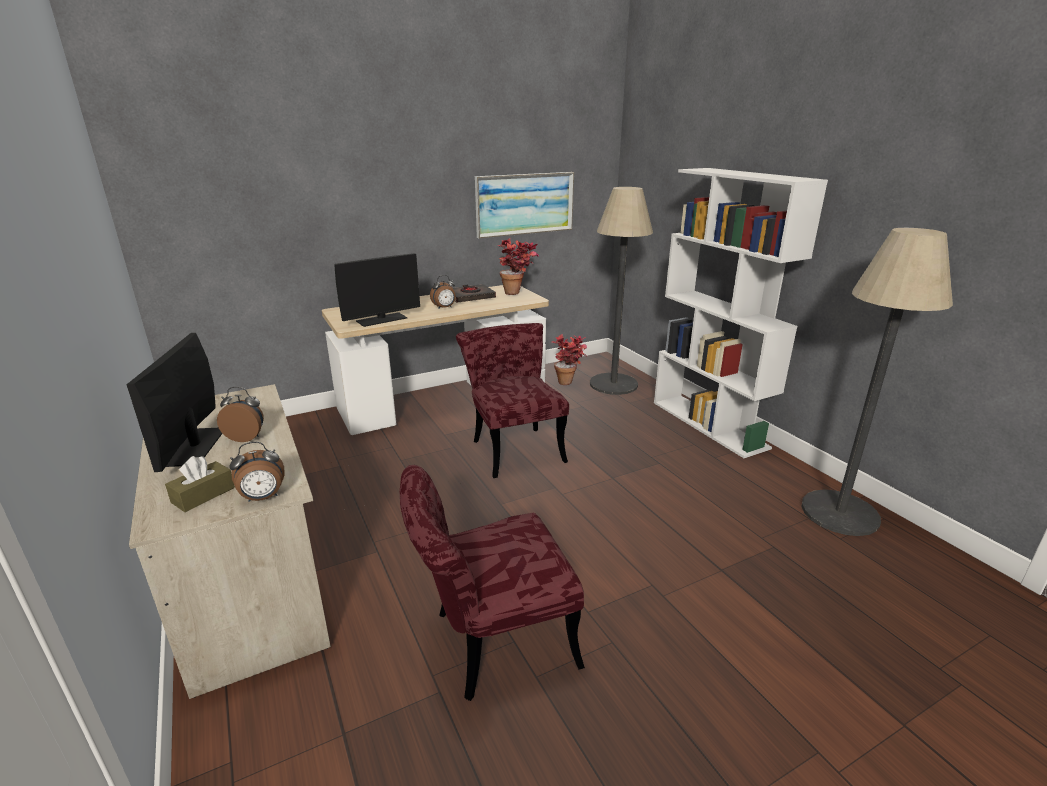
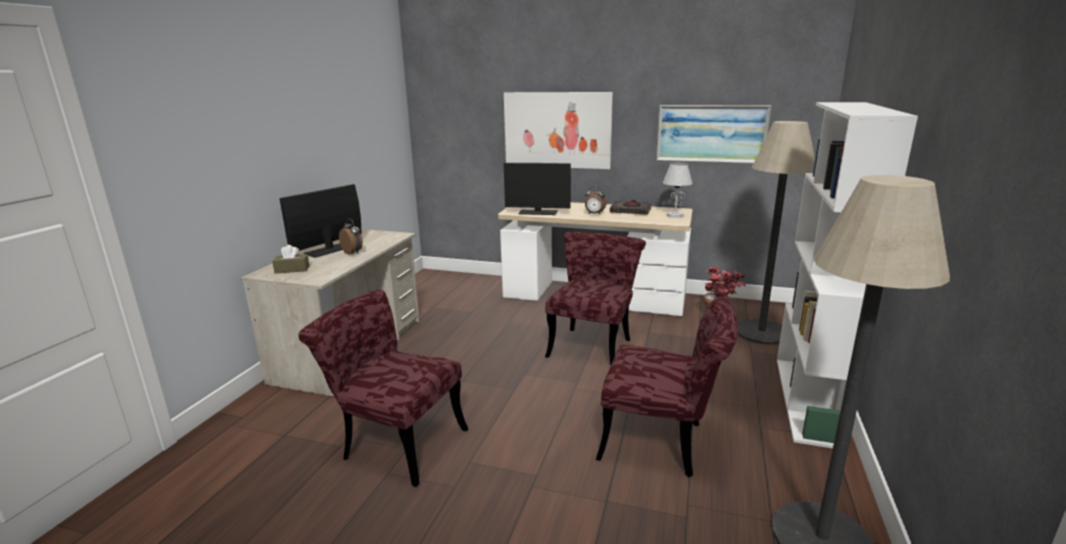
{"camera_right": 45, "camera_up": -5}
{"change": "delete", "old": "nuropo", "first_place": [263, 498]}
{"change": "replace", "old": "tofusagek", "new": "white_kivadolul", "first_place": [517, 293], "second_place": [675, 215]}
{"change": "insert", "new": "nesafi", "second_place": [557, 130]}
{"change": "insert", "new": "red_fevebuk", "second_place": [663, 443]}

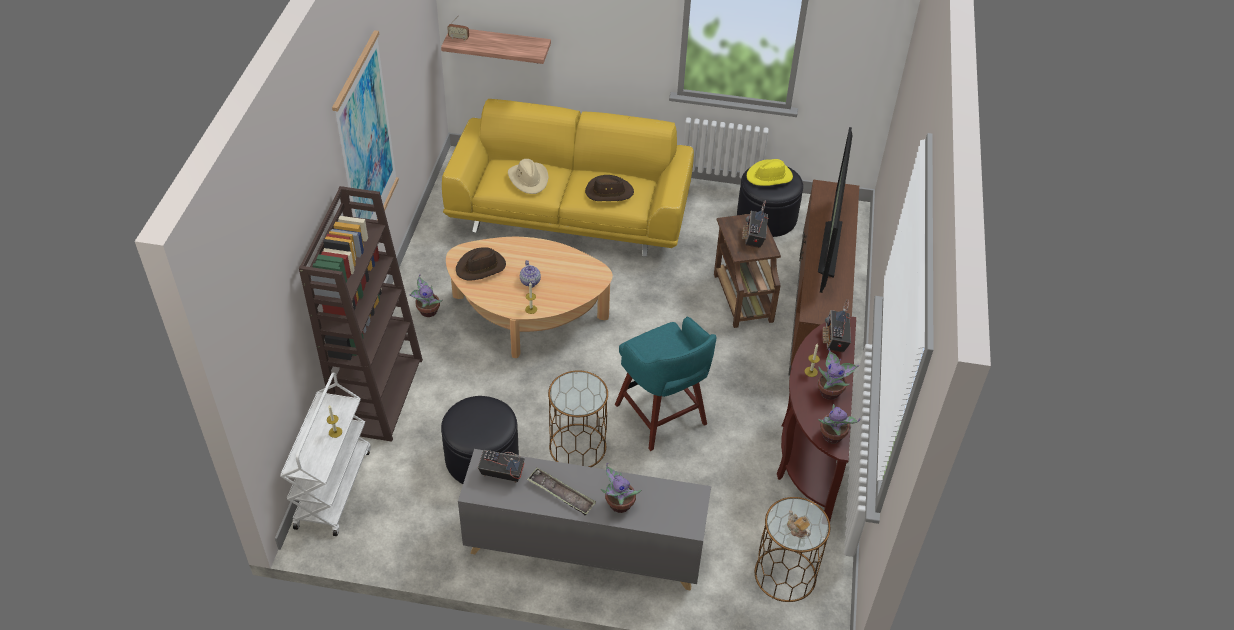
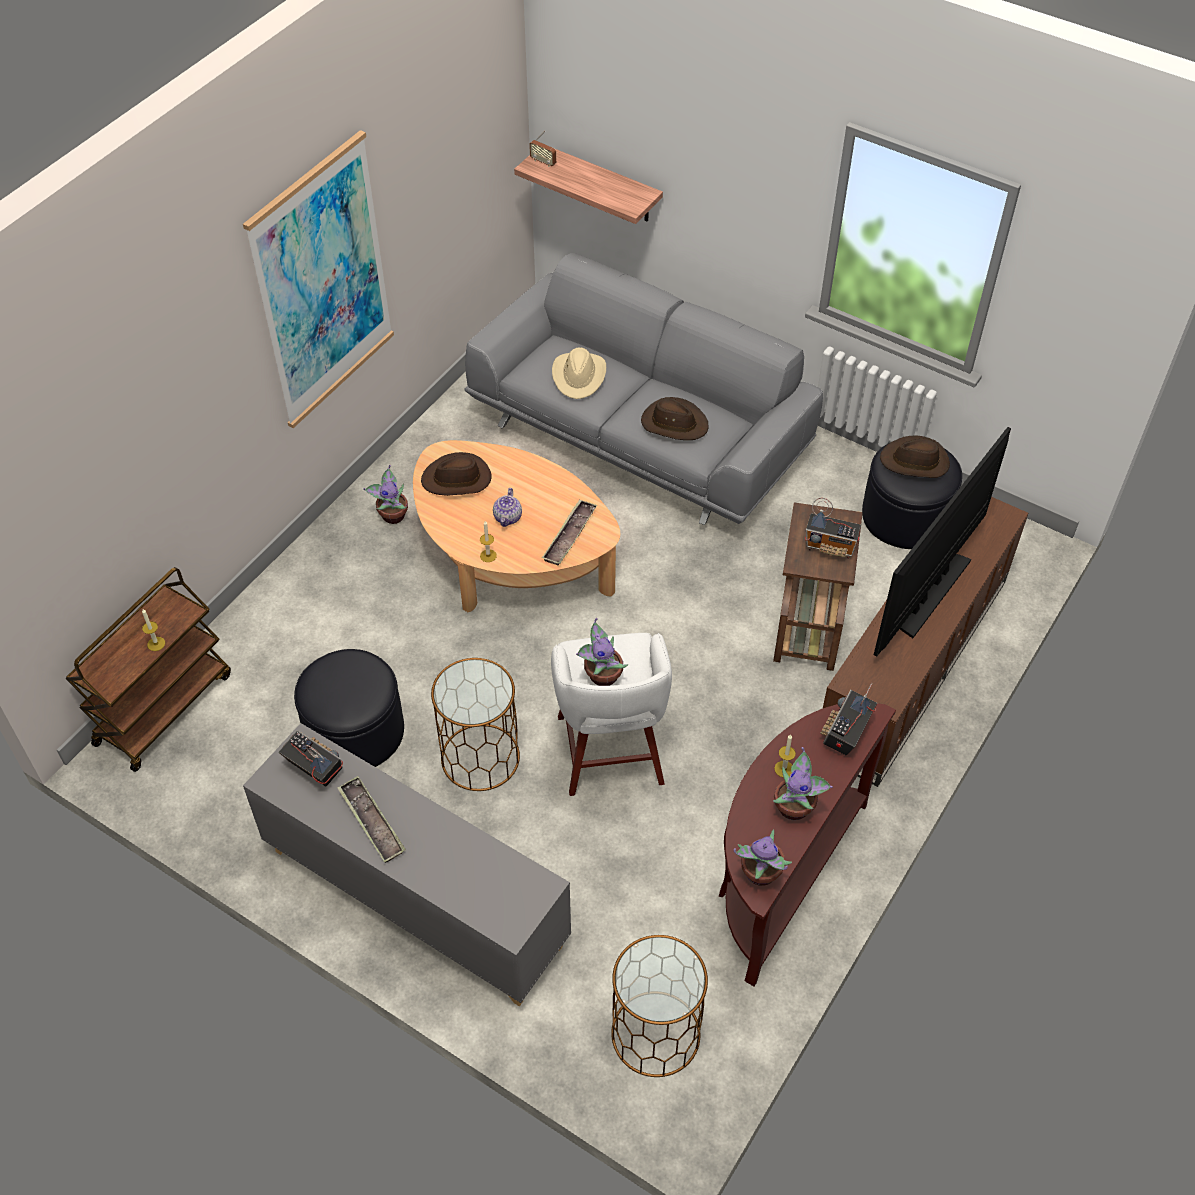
{"camera_right": 25, "camera_up": 5}
{"change": "recolor", "old": "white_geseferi", "new": "brown_geseferi", "first_place": [333, 487], "second_place": [164, 708]}
{"change": "delete", "old": "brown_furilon", "first_place": [379, 394]}
{"change": "recolor", "old": "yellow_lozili", "new": "grey_lozili", "first_place": [571, 213], "second_place": [641, 435]}
{"change": "move", "old": "tofusagek", "first_place": [618, 504], "second_place": [601, 675]}
{"change": "recolor", "old": "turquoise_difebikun", "new": "white_difebikun", "first_place": [662, 416], "second_place": [610, 753]}
{"change": "rotate", "old": "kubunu", "first_place": [754, 238], "second_place": [830, 546], "degrees": -105}
{"change": "recolor", "old": "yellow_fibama", "new": "brown_fibama", "first_place": [769, 176], "second_place": [915, 462]}
{"change": "delete", "old": "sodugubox", "first_place": [797, 529]}
{"change": "insert", "new": "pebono", "second_place": [569, 536]}

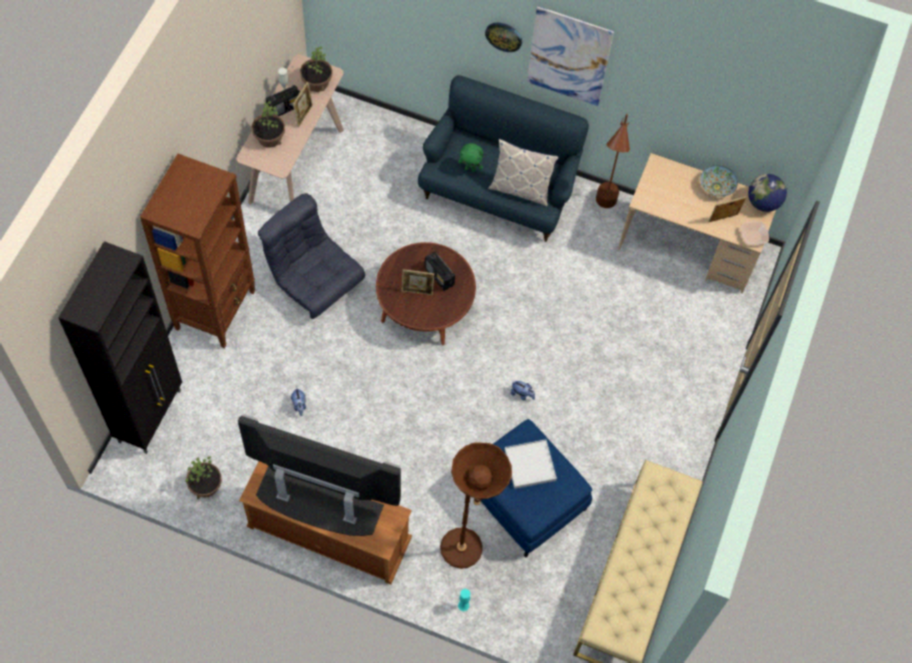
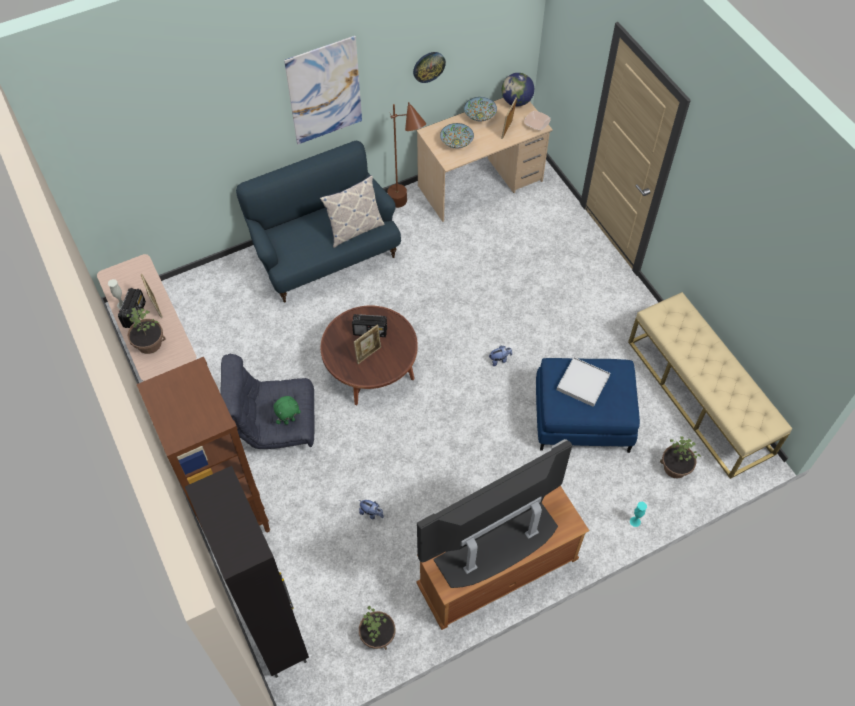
{"camera_right": -45, "camera_up": -5}
{"change": "move", "old": "tofusagek", "first_place": [316, 82], "second_place": [675, 468]}
{"change": "delete", "old": "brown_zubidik", "first_place": [467, 556]}
{"change": "move", "old": "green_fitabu", "first_place": [470, 169], "second_place": [289, 420]}
{"change": "move", "old": "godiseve", "first_place": [504, 36], "second_place": [428, 66]}
{"change": "insert", "new": "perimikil", "second_place": [456, 142]}

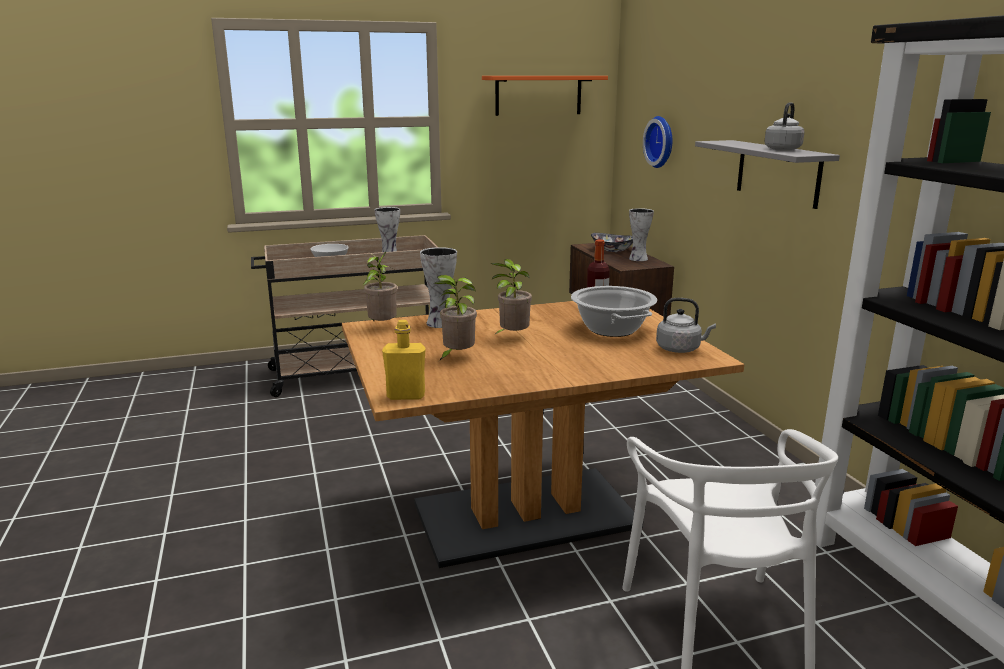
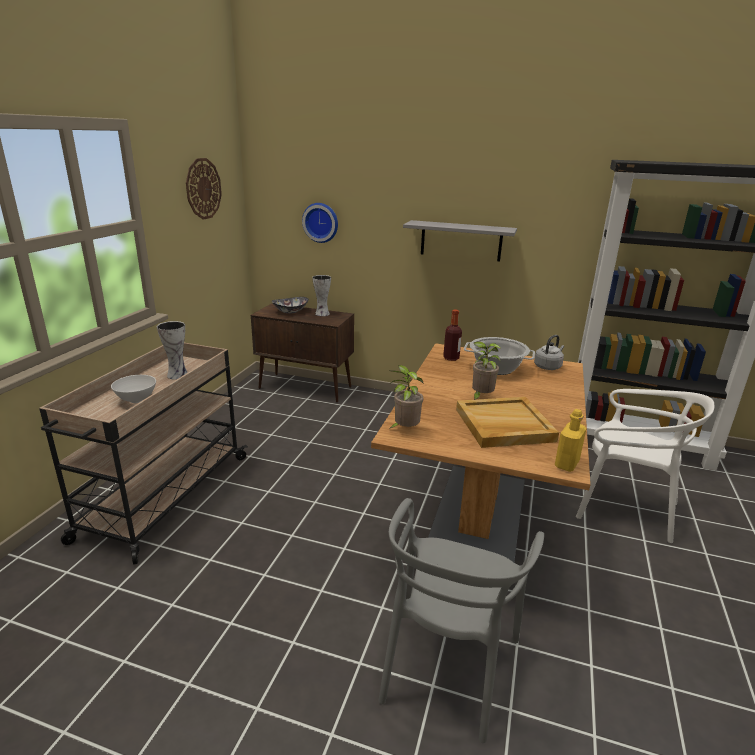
{"camera_right": -55, "camera_up": 5}
{"change": "delete", "old": "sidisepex", "first_place": [439, 323]}
{"change": "replace", "old": "tofusagek", "new": "beige_pebono", "first_place": [456, 357], "second_place": [503, 425]}
{"change": "replace", "old": "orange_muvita", "new": "godiseve", "first_place": [538, 95], "second_place": [203, 189]}
{"change": "delete", "old": "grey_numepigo", "first_place": [783, 149]}
{"change": "insert", "new": "grey_fevebuk", "second_place": [447, 664]}

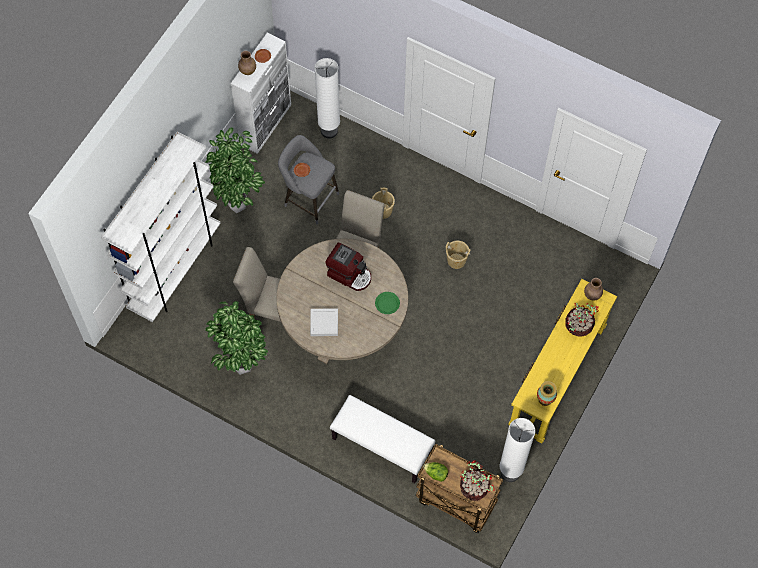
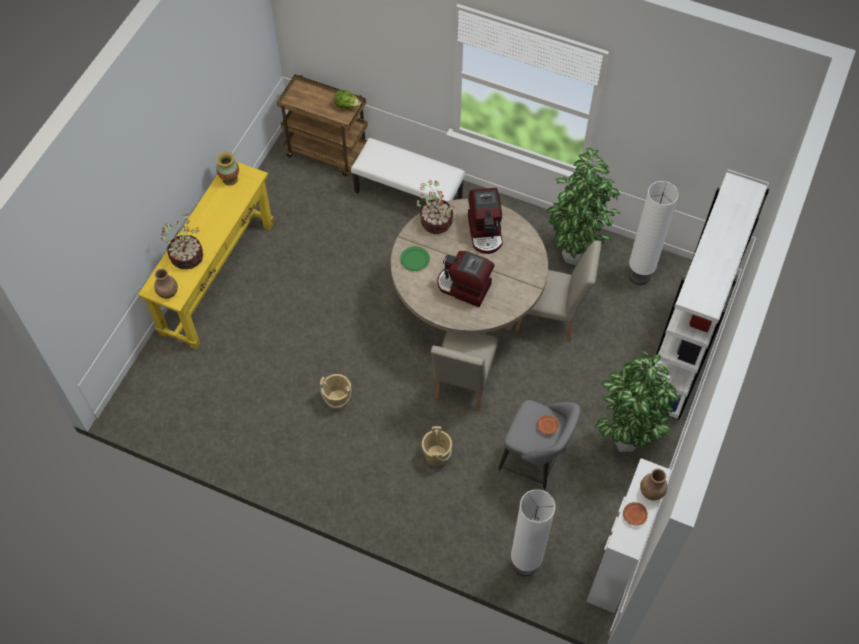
{"camera_right": 175, "camera_up": -5}
{"change": "replace", "old": "grey_pebono", "new": "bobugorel", "first_place": [324, 323], "second_place": [485, 232]}
{"change": "move", "old": "tofusagek", "first_place": [475, 488], "second_place": [435, 221]}
{"change": "move", "old": "white_zubidik", "first_place": [510, 473], "second_place": [639, 276]}

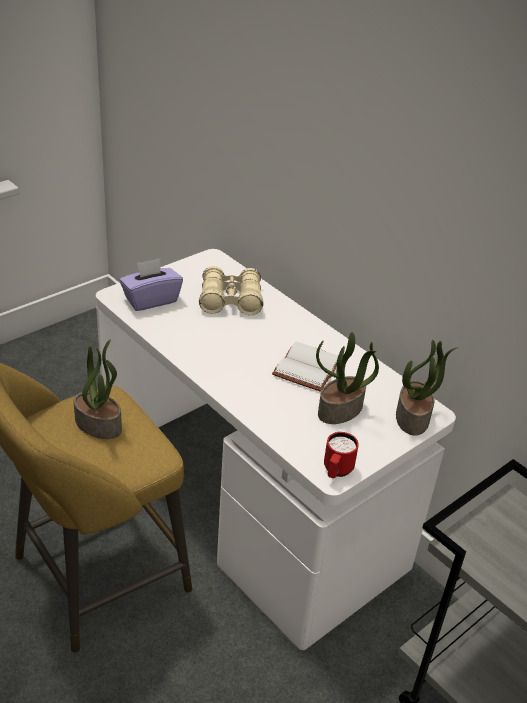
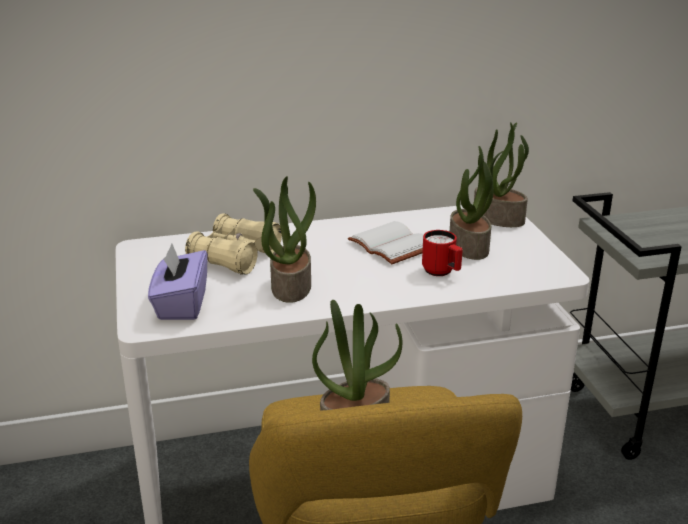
{"camera_right": -60, "camera_up": -10}
{"change": "move", "old": "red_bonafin", "first_place": [336, 472], "second_place": [442, 272]}
{"change": "insert", "new": "tofusagek", "second_place": [290, 286]}

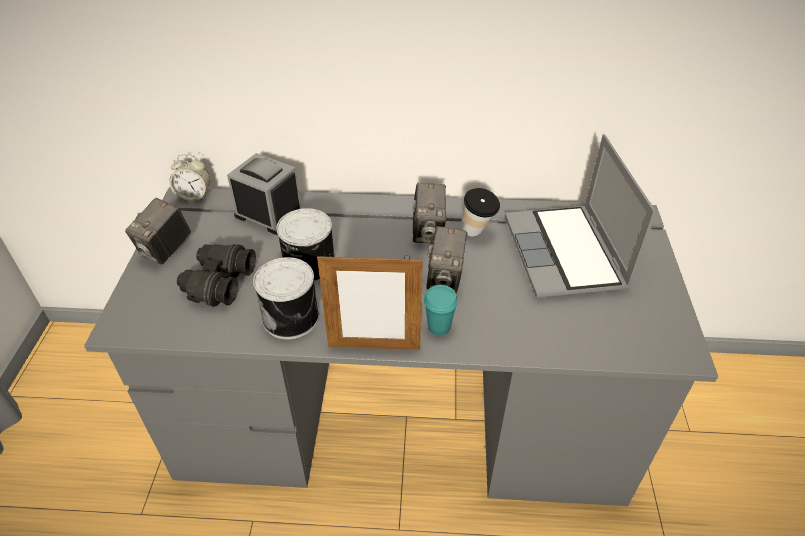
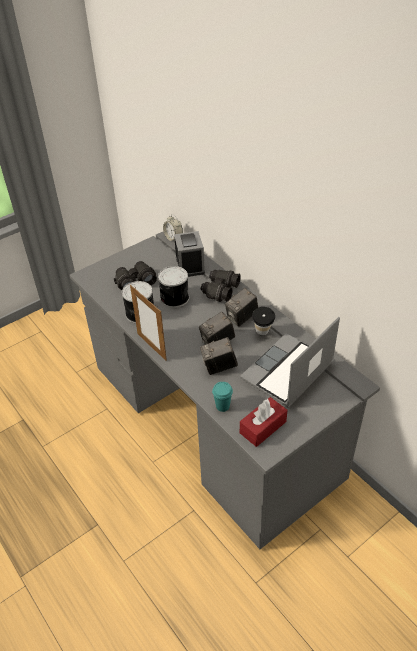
{"camera_right": 50, "camera_up": 0}
{"change": "move", "old": "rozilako", "first_place": [166, 250], "second_place": [219, 367]}
{"change": "move", "old": "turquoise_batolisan", "first_place": [439, 327], "second_place": [222, 406]}
{"change": "insert", "new": "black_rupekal", "second_place": [220, 290]}
{"change": "insert", "new": "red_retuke", "second_place": [263, 427]}

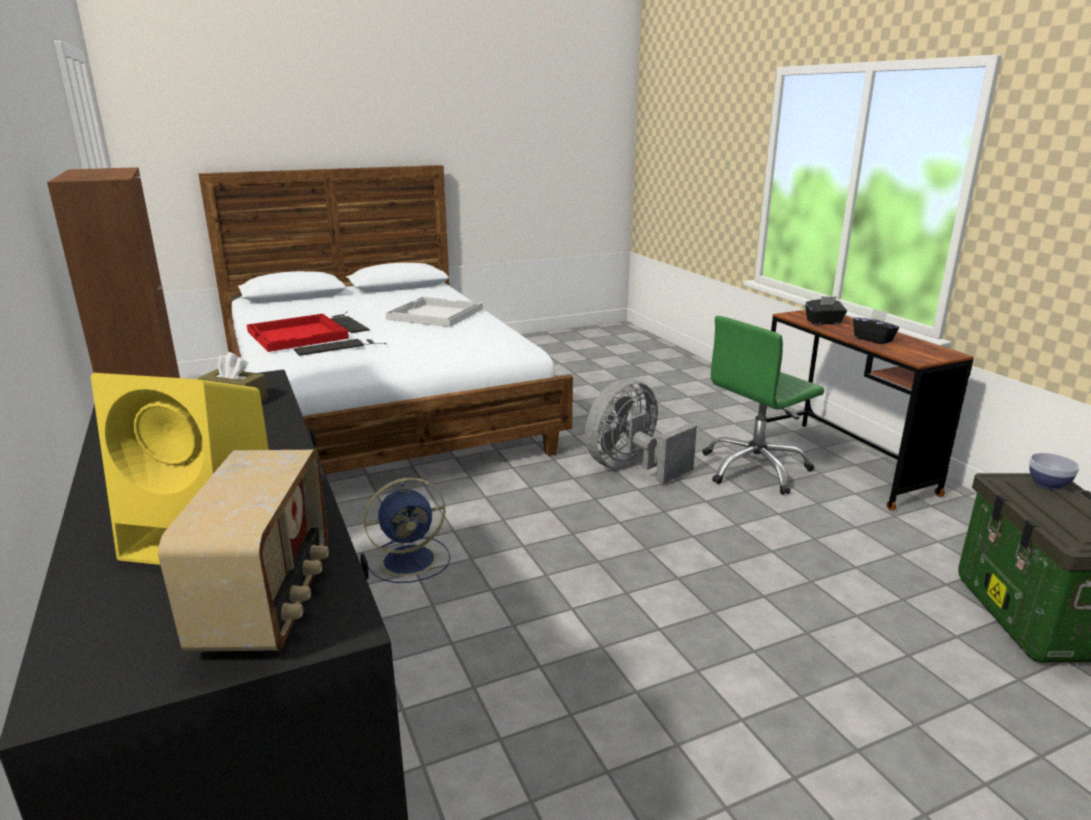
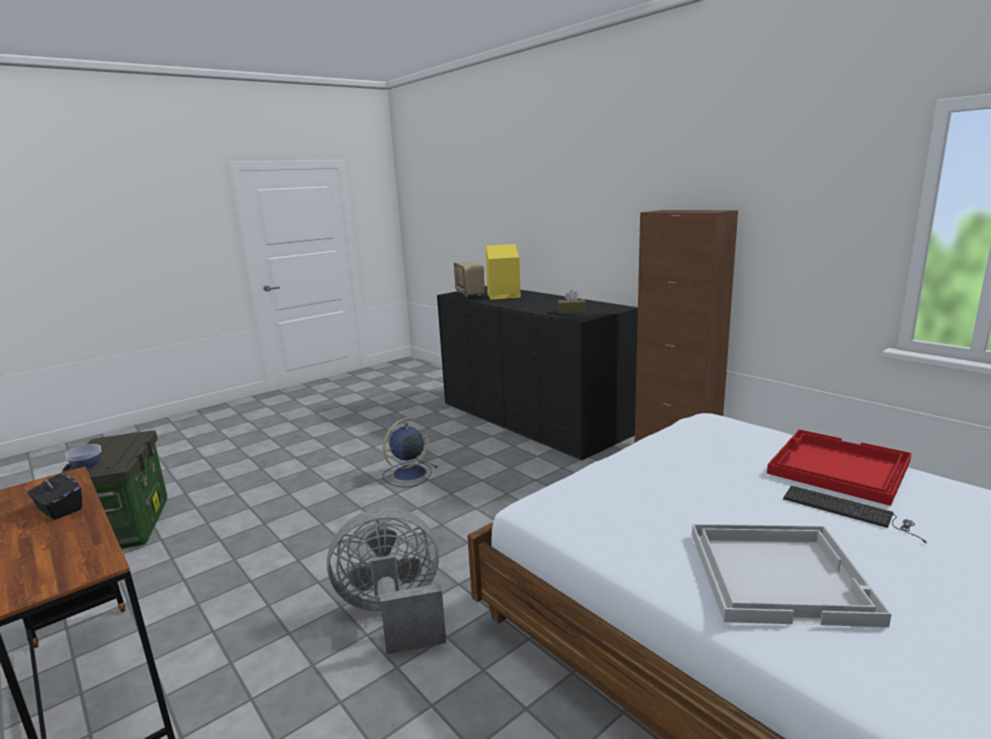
{"camera_right": 165, "camera_up": -5}
{"change": "delete", "old": "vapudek", "first_place": [338, 347]}
{"change": "move", "old": "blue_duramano", "first_place": [411, 559], "second_place": [408, 474]}
{"change": "rotate", "old": "grey_duramano", "first_place": [632, 468], "second_place": [394, 614], "degrees": -135}
{"change": "delete", "old": "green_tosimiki", "first_place": [755, 469]}
{"change": "delete", "old": "black_retuke", "first_place": [824, 322]}

